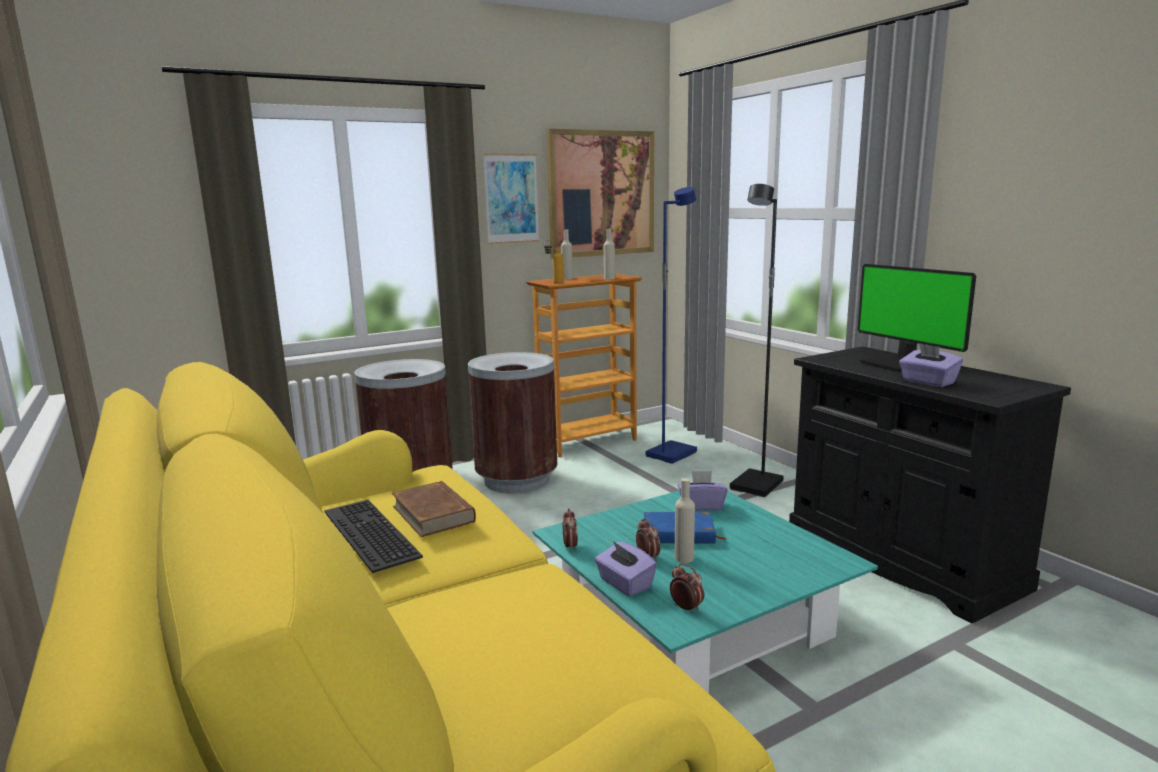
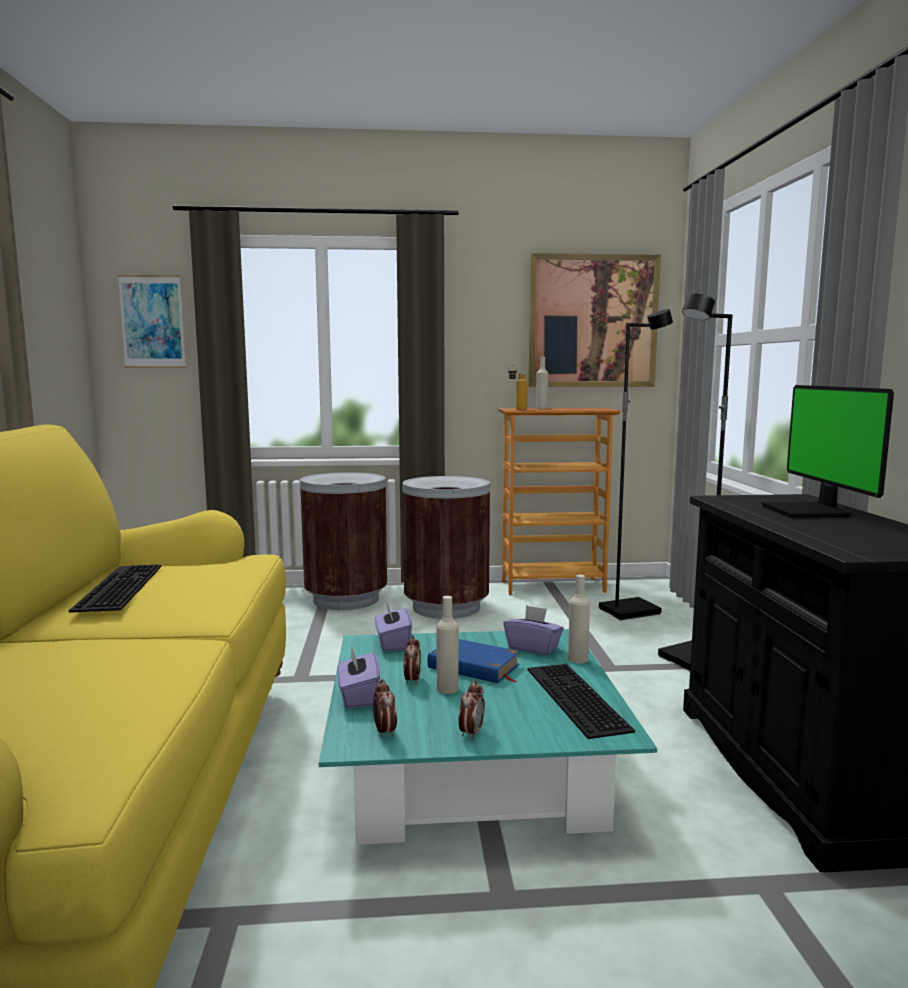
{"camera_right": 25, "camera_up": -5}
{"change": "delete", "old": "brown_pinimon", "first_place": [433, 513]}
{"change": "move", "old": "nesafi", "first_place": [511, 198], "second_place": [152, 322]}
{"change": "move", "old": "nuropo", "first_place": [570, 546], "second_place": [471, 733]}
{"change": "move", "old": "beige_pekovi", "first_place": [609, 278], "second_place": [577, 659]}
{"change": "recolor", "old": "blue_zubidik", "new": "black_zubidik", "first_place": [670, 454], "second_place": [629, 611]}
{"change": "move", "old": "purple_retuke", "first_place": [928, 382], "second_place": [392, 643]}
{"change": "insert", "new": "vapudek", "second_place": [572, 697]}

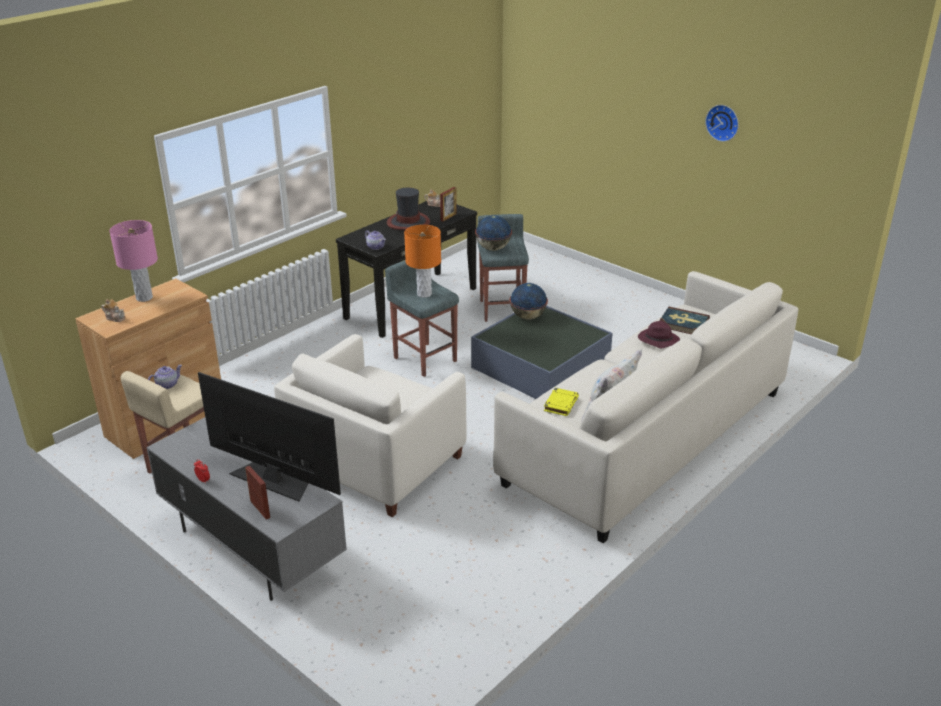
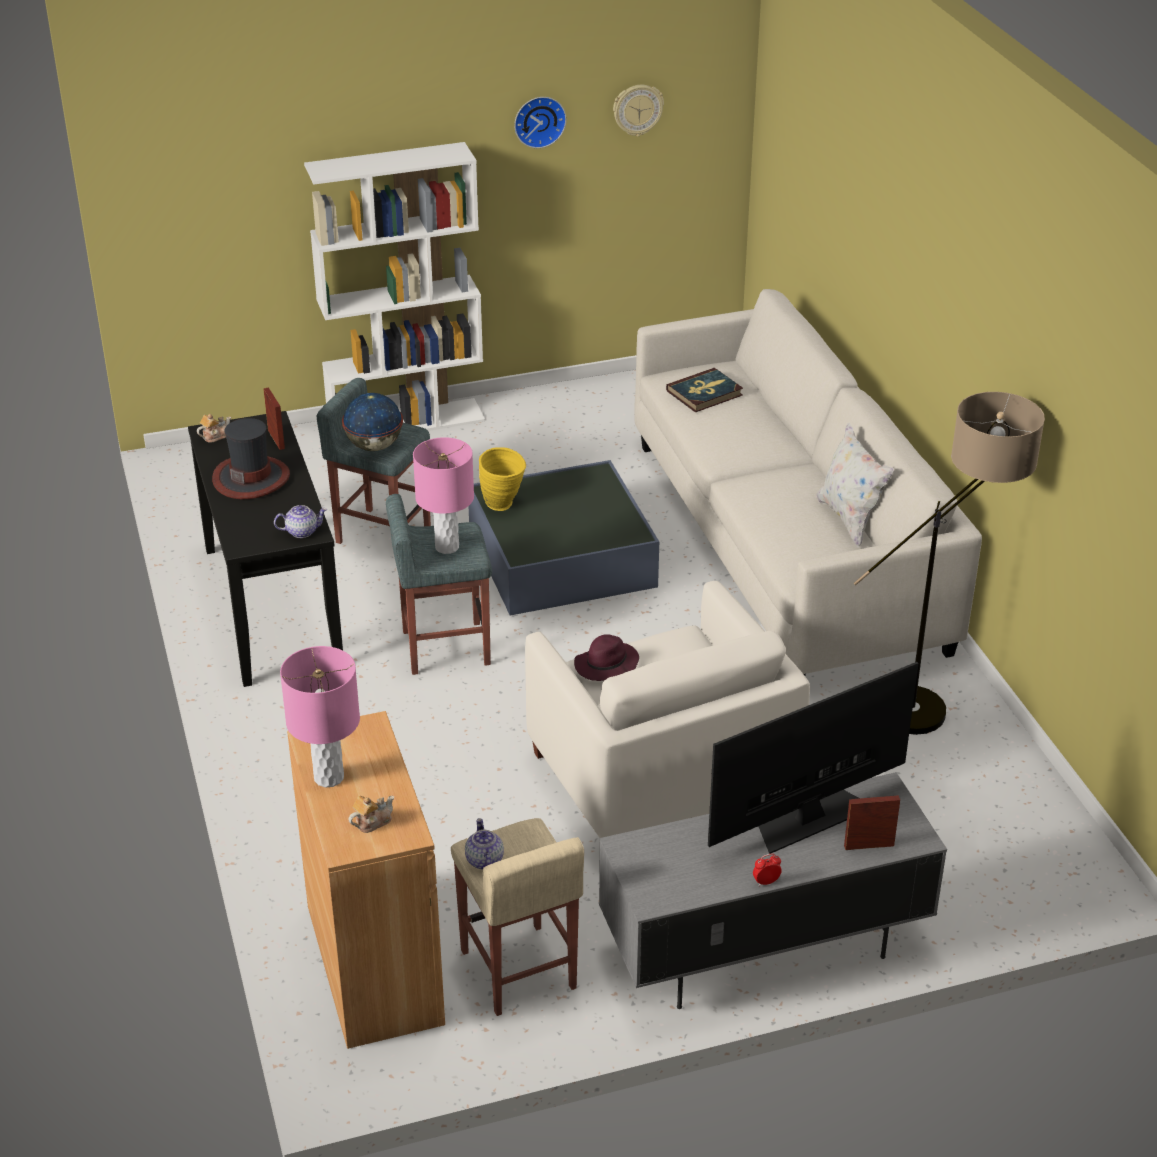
{"camera_right": -60, "camera_up": 5}
{"change": "recolor", "old": "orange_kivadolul", "new": "pink_kivadolul", "first_place": [424, 294], "second_place": [446, 547]}
{"change": "replace", "old": "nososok", "new": "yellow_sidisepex", "first_place": [528, 317], "second_place": [503, 506]}
{"change": "delete", "old": "yellow_pinimon", "first_place": [561, 404]}
{"change": "move", "old": "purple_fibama", "first_place": [657, 340], "second_place": [606, 666]}
{"change": "insert", "new": "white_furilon", "second_place": [407, 422]}
{"change": "insert", "new": "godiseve", "second_place": [637, 109]}
{"change": "insert", "new": "zubidik", "second_place": [936, 706]}

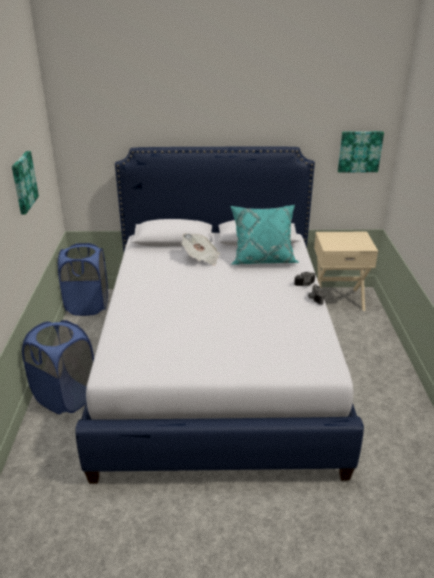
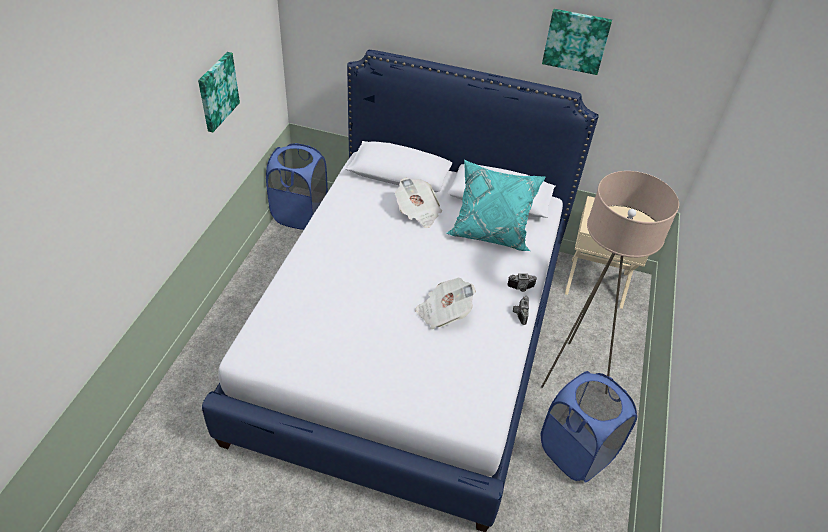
{"camera_right": 15, "camera_up": 15}
{"change": "move", "old": "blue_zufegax", "first_place": [66, 397], "second_place": [576, 452]}
{"change": "move", "old": "nesafi", "first_place": [359, 151], "second_place": [576, 41]}
{"change": "insert", "new": "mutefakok", "second_place": [443, 312]}
{"change": "insert", "new": "beige_zubidik", "second_place": [572, 373]}

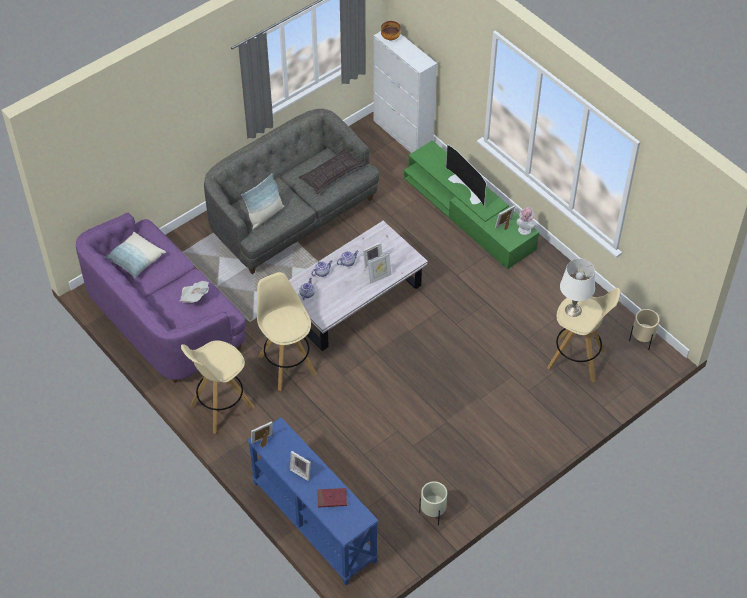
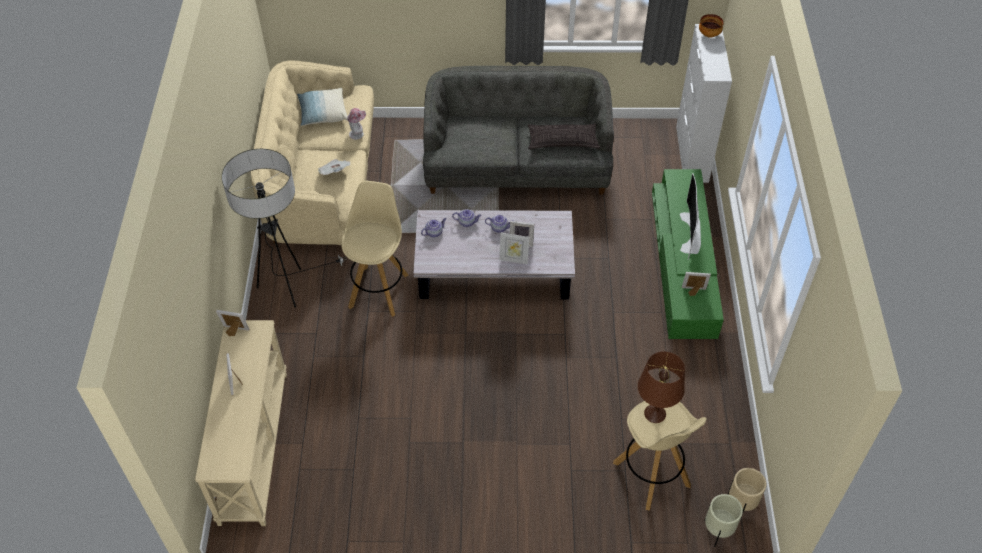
{"camera_right": 40, "camera_up": 0}
{"change": "recolor", "old": "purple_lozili", "new": "beige_lozili", "first_place": [163, 318], "second_place": [322, 184]}
{"change": "replace", "old": "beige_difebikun", "new": "zubidik", "first_place": [221, 407], "second_place": [287, 289]}
{"change": "delete", "old": "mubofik", "first_place": [265, 215]}
{"change": "recolor", "old": "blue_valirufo", "new": "beige_valirufo", "first_place": [313, 522], "second_place": [252, 446]}
{"change": "delete", "old": "red_pinimon", "first_place": [332, 498]}
{"change": "move", "old": "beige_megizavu", "first_place": [432, 514], "second_place": [717, 531]}
{"change": "move", "old": "fibama", "first_place": [525, 228], "second_place": [358, 133]}
{"change": "recolor", "old": "white_kivadolul", "new": "brown_kivadolul", "first_place": [573, 310], "second_place": [655, 413]}

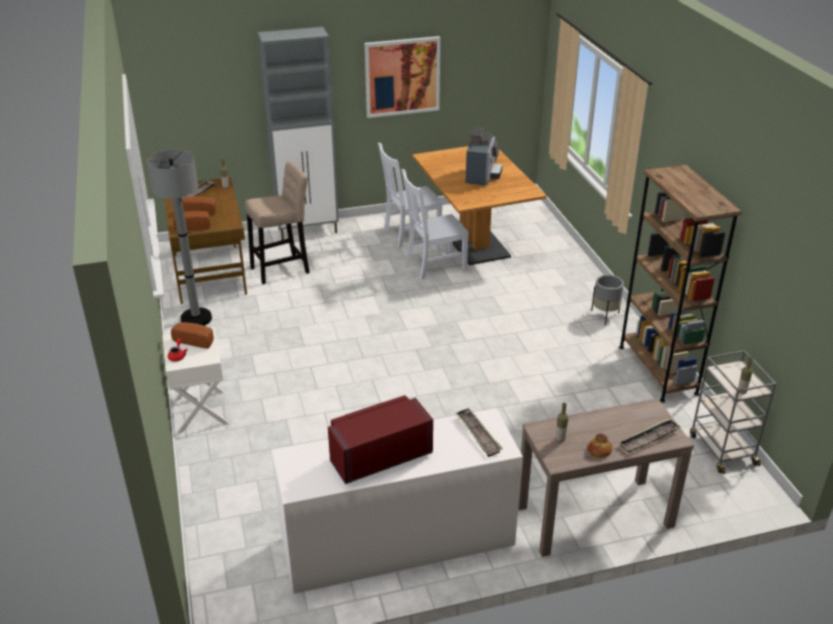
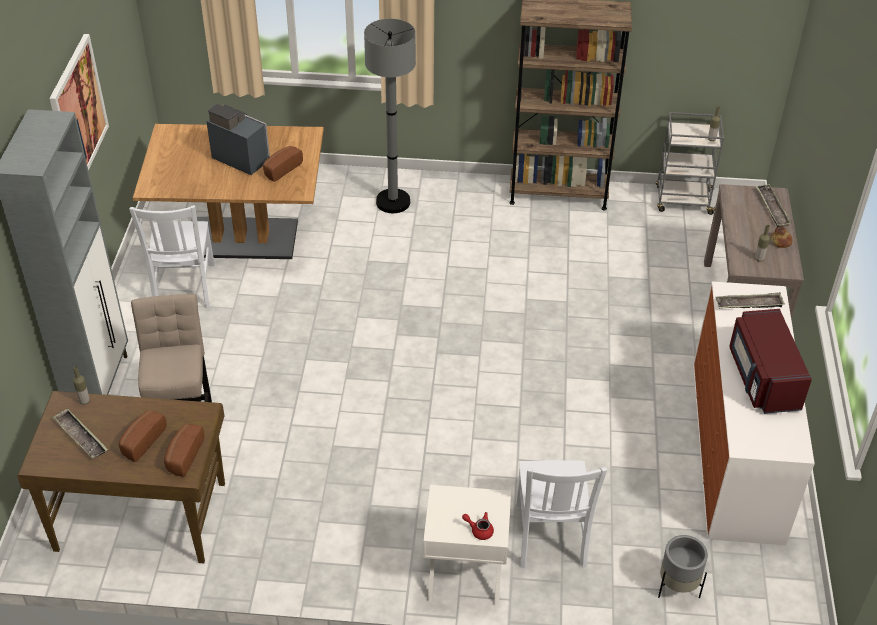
{"camera_right": -70, "camera_up": 10}
{"change": "move", "old": "grey_zubidik", "first_place": [196, 319], "second_place": [393, 202]}
{"change": "move", "old": "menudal", "first_place": [195, 340], "second_place": [281, 169]}
{"change": "move", "old": "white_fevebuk", "first_place": [434, 265], "second_place": [550, 537]}
{"change": "move", "old": "grey_megizavu", "first_place": [604, 316], "second_place": [677, 588]}

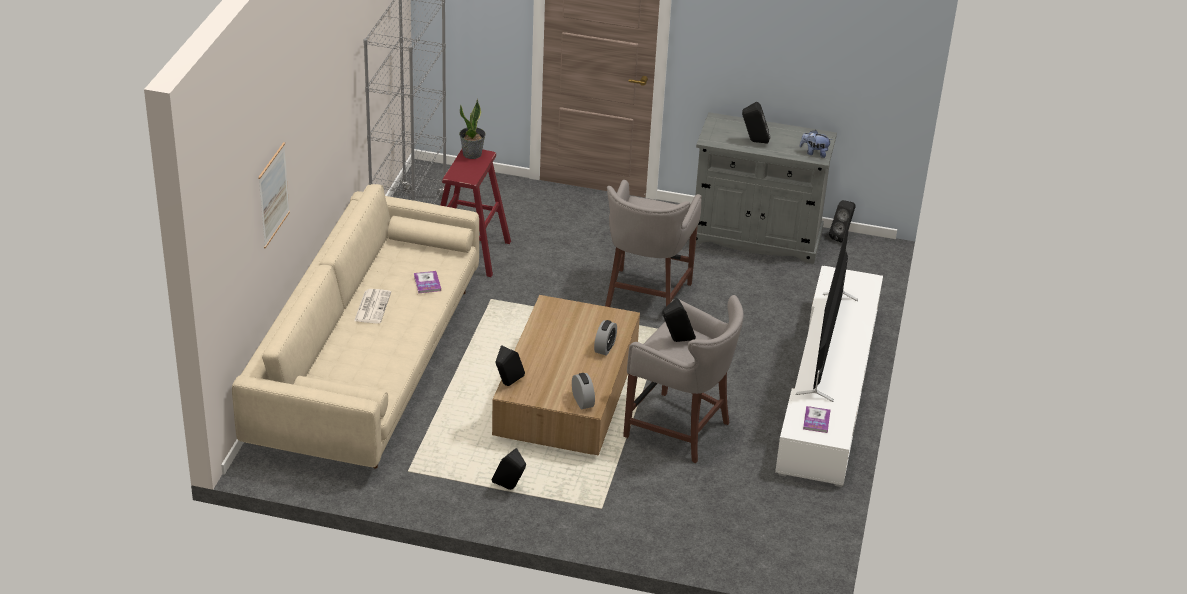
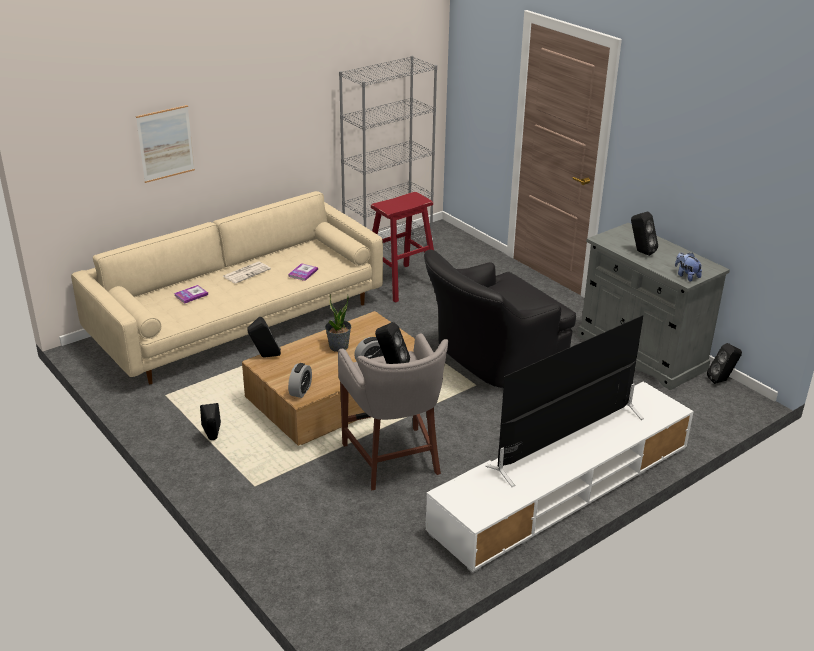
{"camera_right": 40, "camera_up": -5}
{"change": "move", "old": "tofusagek", "first_place": [472, 154], "second_place": [338, 346]}
{"change": "replace", "old": "grey_difebikun", "new": "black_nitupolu", "first_place": [645, 297], "second_place": [491, 358]}
{"change": "move", "old": "pinimon", "first_place": [816, 420], "second_place": [191, 295]}

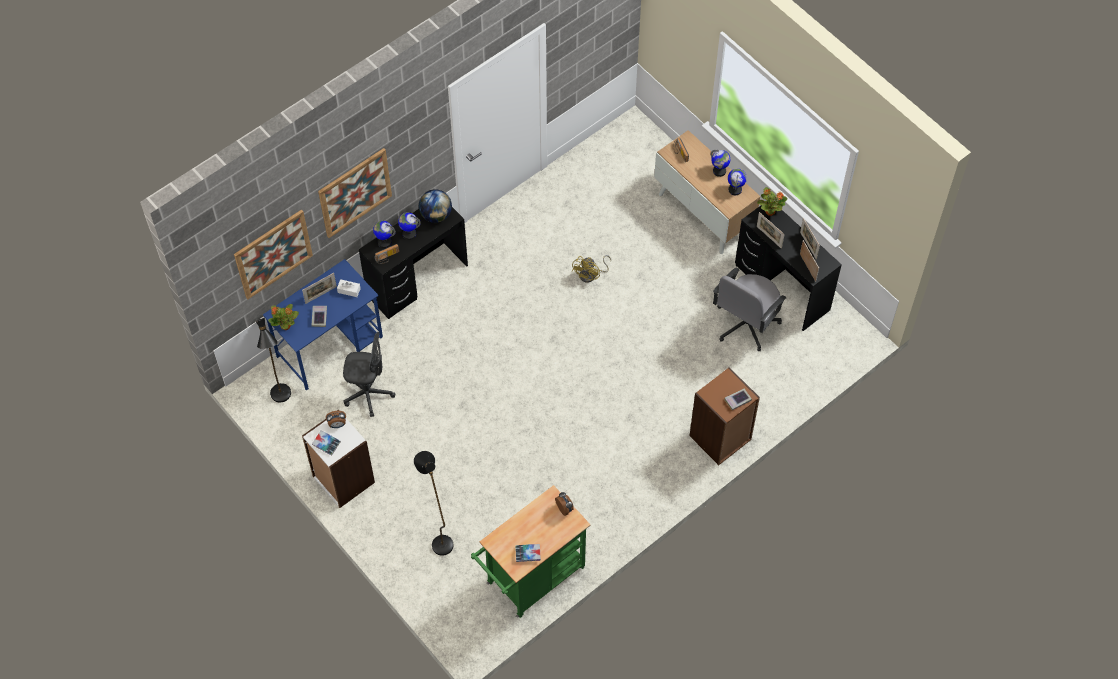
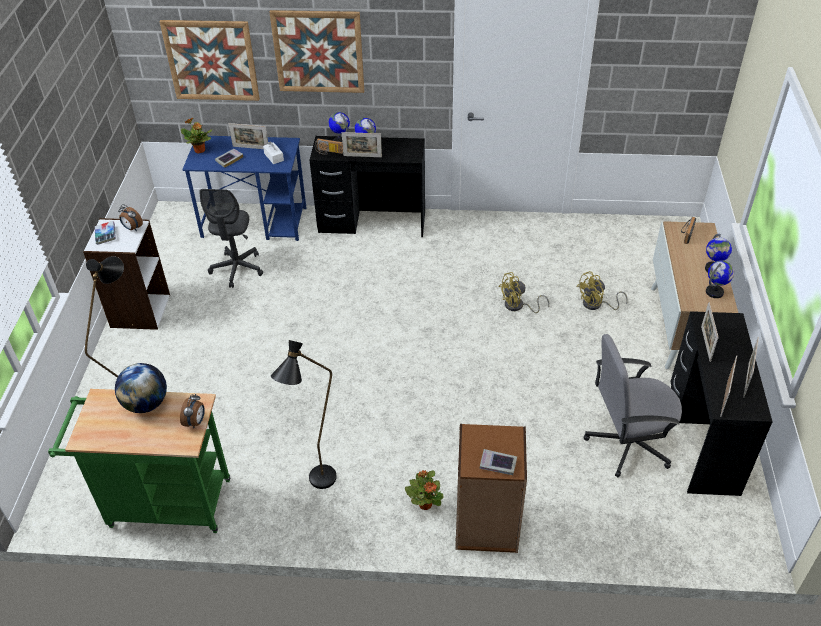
{"camera_right": 45, "camera_up": -15}
{"change": "move", "old": "black_zubidik", "first_place": [283, 400], "second_place": [317, 485]}
{"change": "rotate", "old": "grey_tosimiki", "first_place": [368, 394], "second_place": [237, 269], "degrees": 45}
{"change": "move", "old": "nososok", "first_place": [436, 215], "second_place": [146, 404]}
{"change": "delete", "old": "pinimon", "first_place": [528, 554]}
{"change": "move", "old": "tofusagek", "first_place": [769, 211], "second_place": [425, 504]}
{"change": "insert", "new": "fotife", "second_place": [362, 156]}
{"change": "insert", "new": "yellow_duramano", "second_place": [596, 305]}

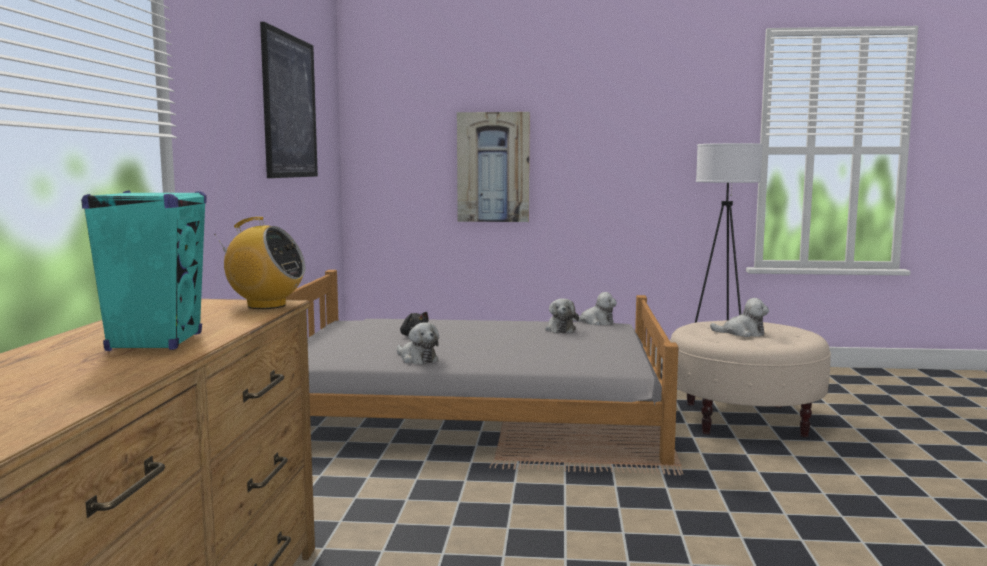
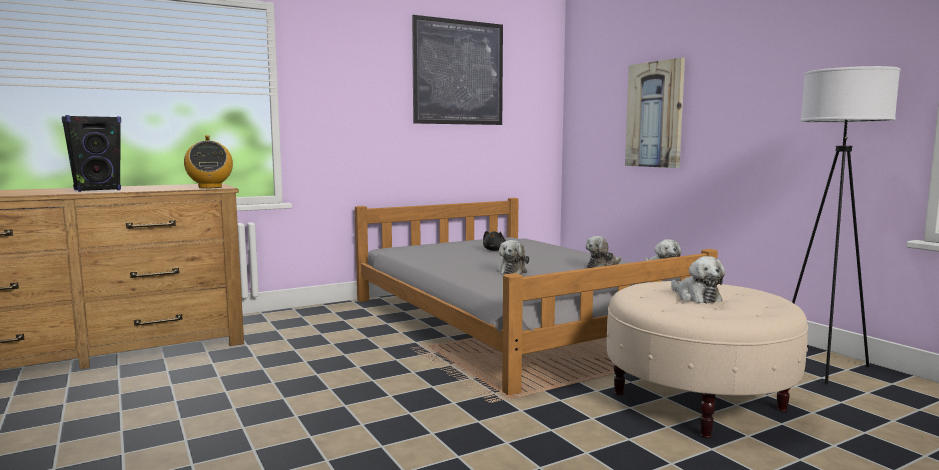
{"camera_right": 55, "camera_up": 0}
{"change": "recolor", "old": "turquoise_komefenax", "new": "black_komefenax", "first_place": [155, 342], "second_place": [97, 190]}
{"change": "move", "old": "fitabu", "first_place": [417, 359], "second_place": [512, 271]}

